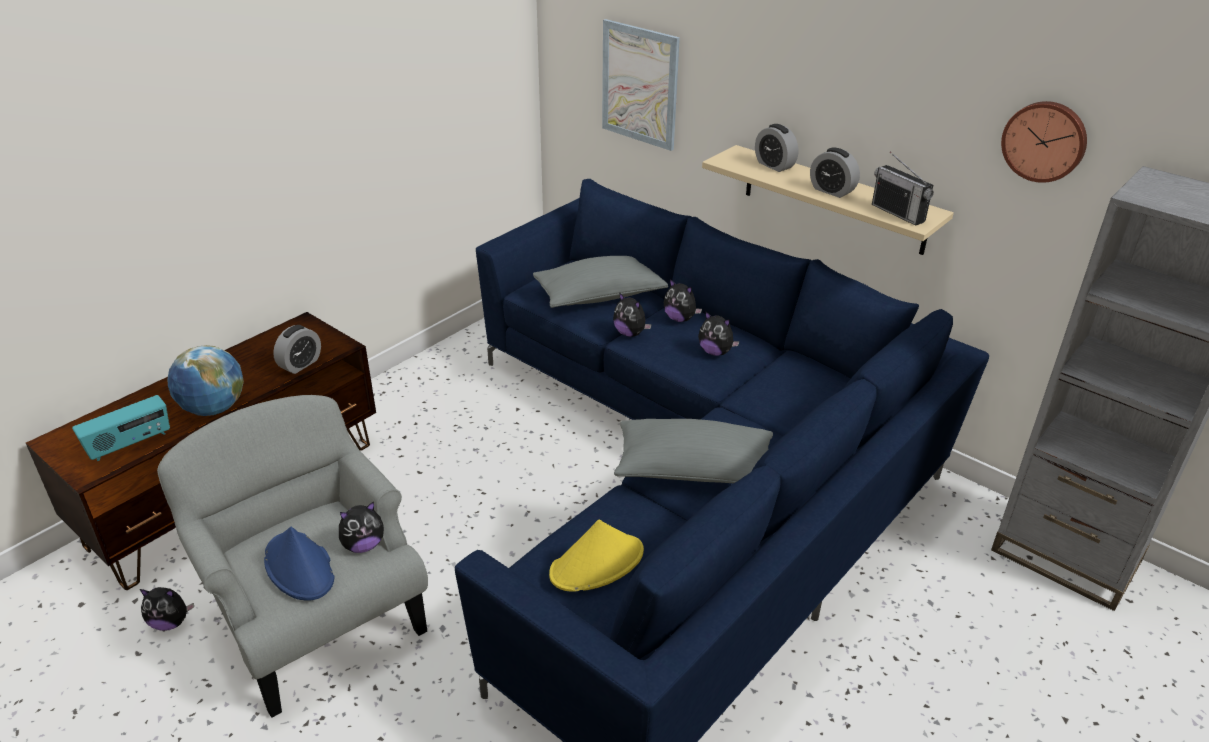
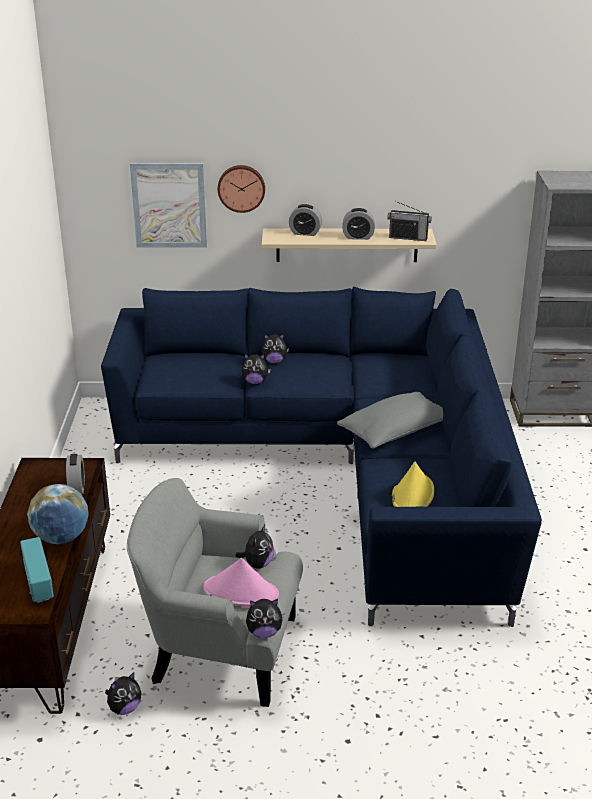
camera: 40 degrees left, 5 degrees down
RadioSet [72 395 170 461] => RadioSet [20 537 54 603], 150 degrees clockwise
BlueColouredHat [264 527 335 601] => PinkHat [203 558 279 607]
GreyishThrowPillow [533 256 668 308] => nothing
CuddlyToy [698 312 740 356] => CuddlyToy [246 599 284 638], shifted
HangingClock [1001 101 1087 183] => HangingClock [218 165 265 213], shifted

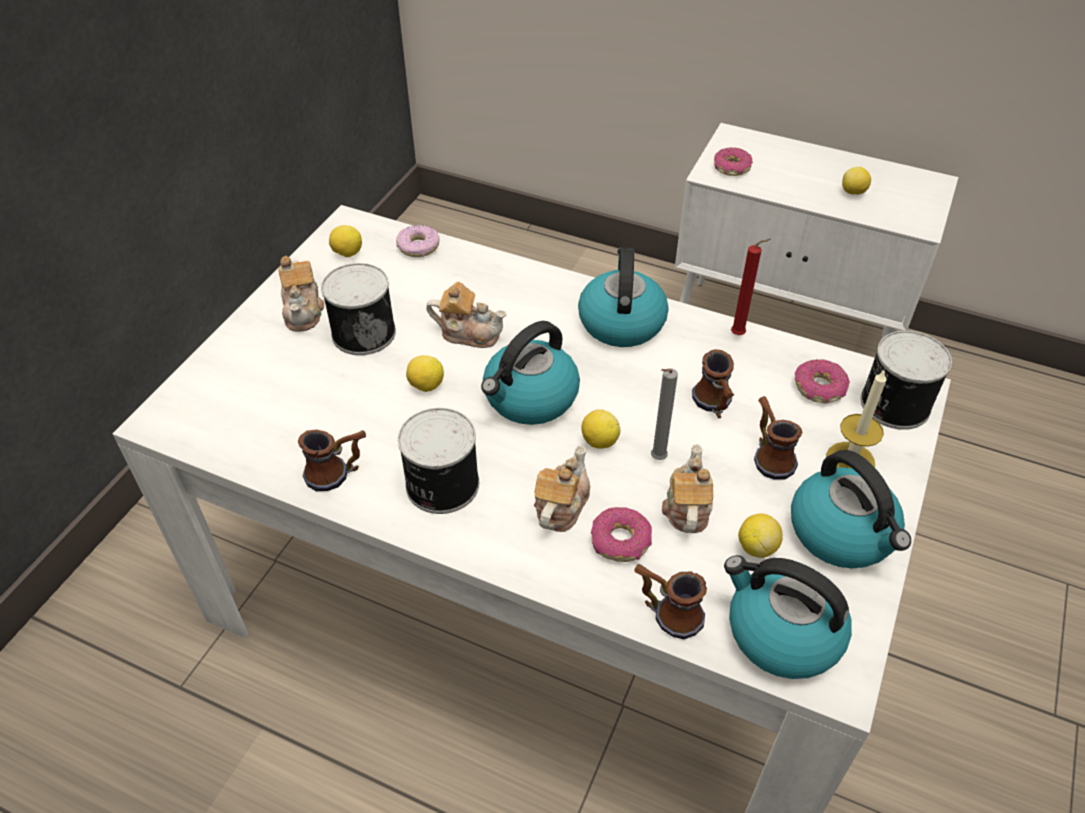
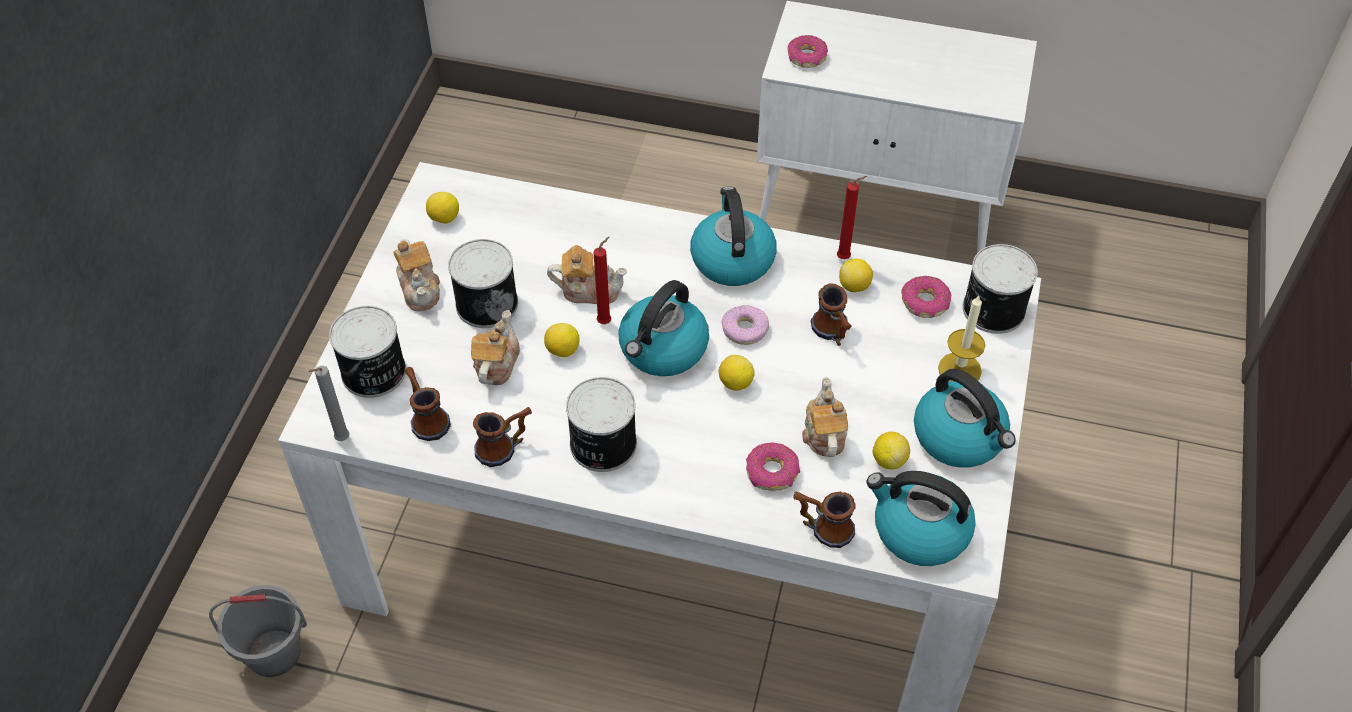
camera: 10 degrees left, 5 degrees up
Donut [396 225 439 257] => Donut [721 305 769 345], shifted
TeaPot [534 446 590 532] => TeaPot [471 310 520 385], shifted
GreyishCandle [651 368 678 460] => GreyishCandle [308 366 350 441], shifted
TeaMug [754 396 803 480] => TeaMug [404 367 451 441], shifted
CitrusFruit [842 167 871 195] => CitrusFruit [839 259 873 292], shifted
nothing => GreyishBucket [209 585 307 677]
nothing => Can [329 306 406 398]
nothing => RedCandle [594 237 611 324]

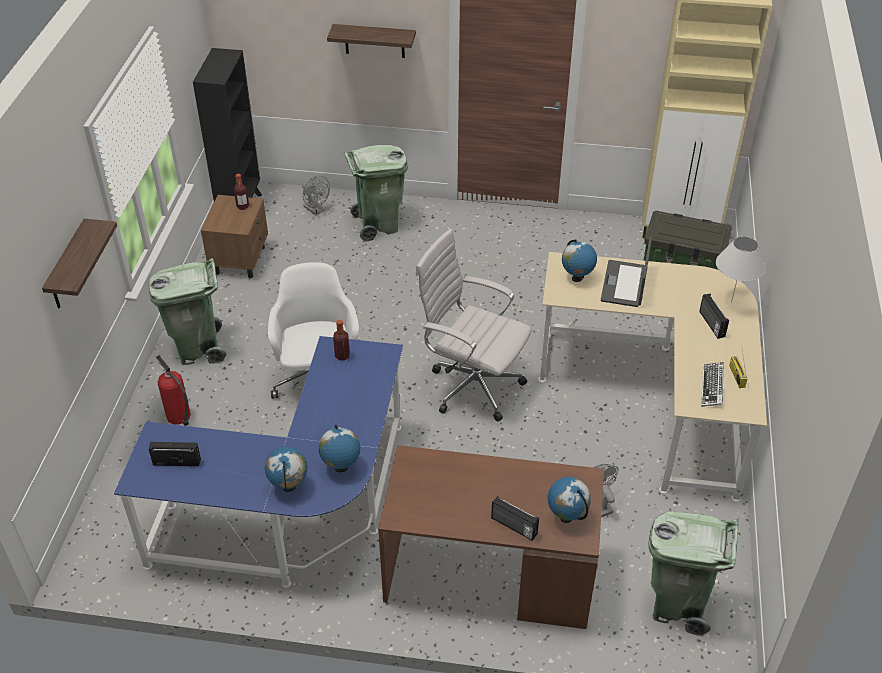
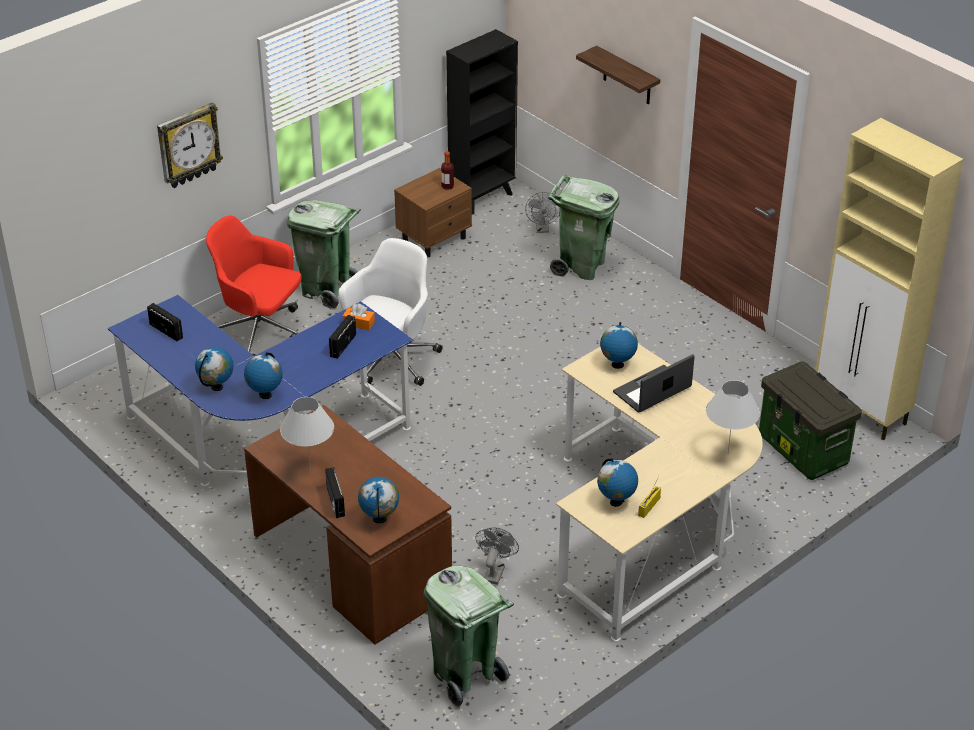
camera: 40 degrees right, 5 degrees down
BracketShelf [42 219 117 309] => HangingClock [157 102 223 188]
Extinguisher [156 355 191 426] => RedDeskChair [206 216 302 356]
DrinkBottle [333 320 350 361] => OrangeTissueHolder [343 304 375 330]
WhiteColouredDeskChair [415 229 532 421] => nothing
RadioSet [699 294 729 339] => RadioSet [329 315 356 359], shifted
Keyboard [701 362 724 407] => Globe [597 458 638 507]
nothing => WhiteColouredTabletopLamp [280 397 334 470]

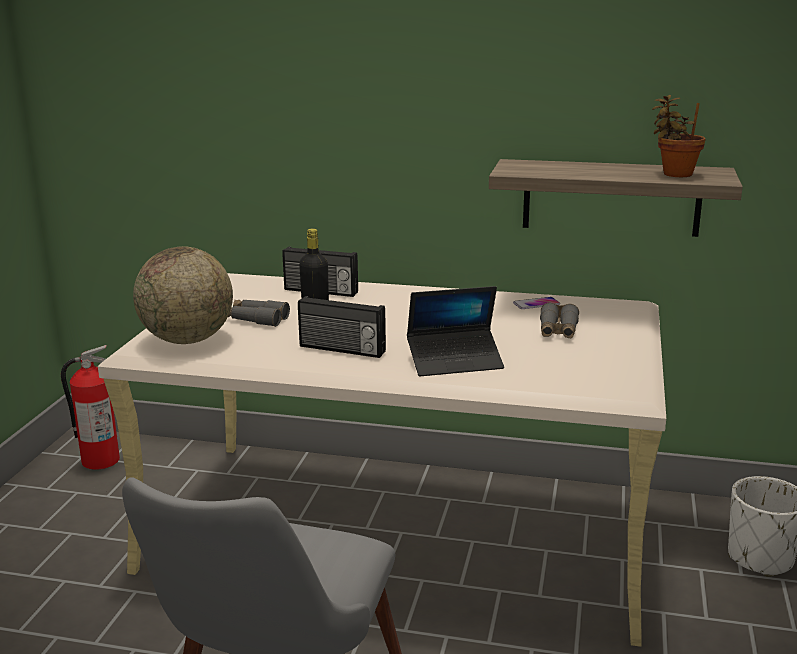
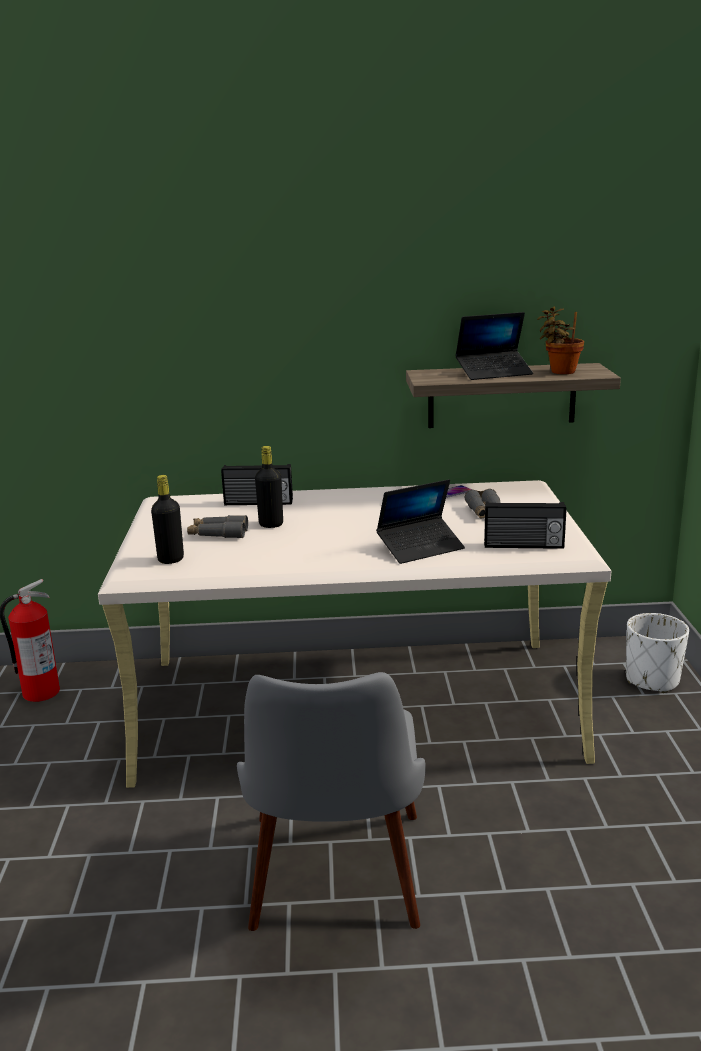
camera: 15 degrees left, 0 degrees up
Globe [133 246 233 344] => BlackColouredDrinkBottle [151 475 184 564]
RadioSet [298 296 386 358] => RadioSet [484 502 566 549], shifted
nothing => NotebookComputer [455 312 533 380]

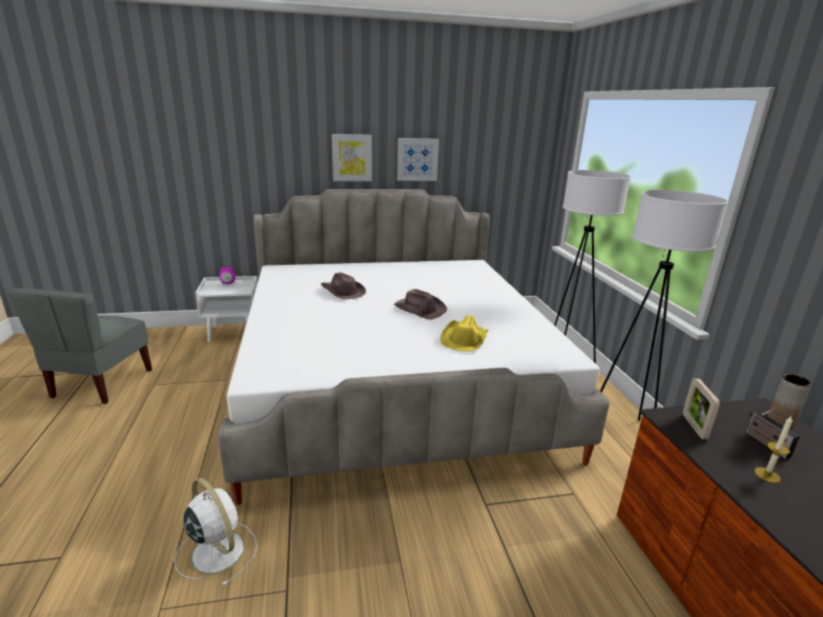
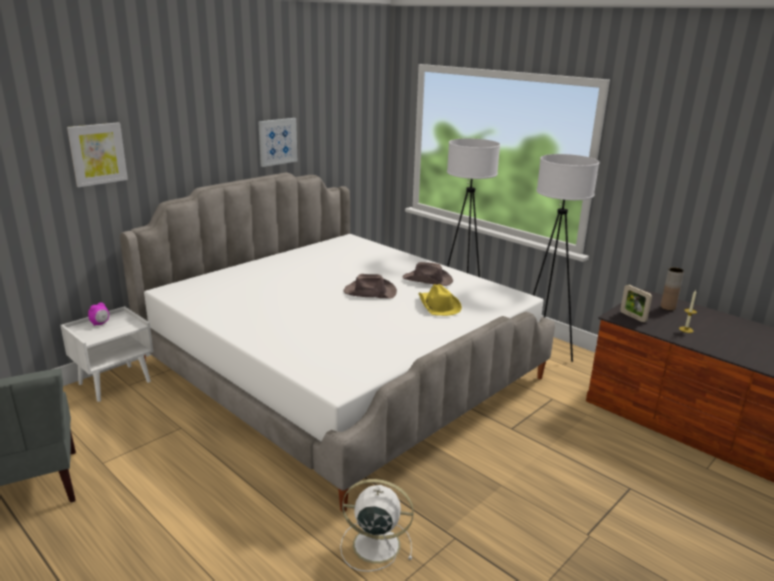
camera: 35 degrees left, 0 degrees up
BrownColouredHat [321 272 366 300] => BrownColouredHat [403 262 453 286], shifted
Picture [332 134 372 181] => Picture [67 122 128 187], shifted
RadioSet [746 408 800 459] => nothing

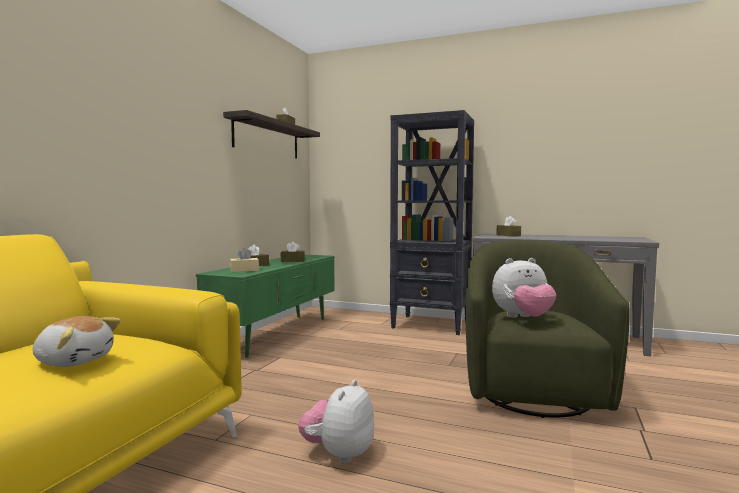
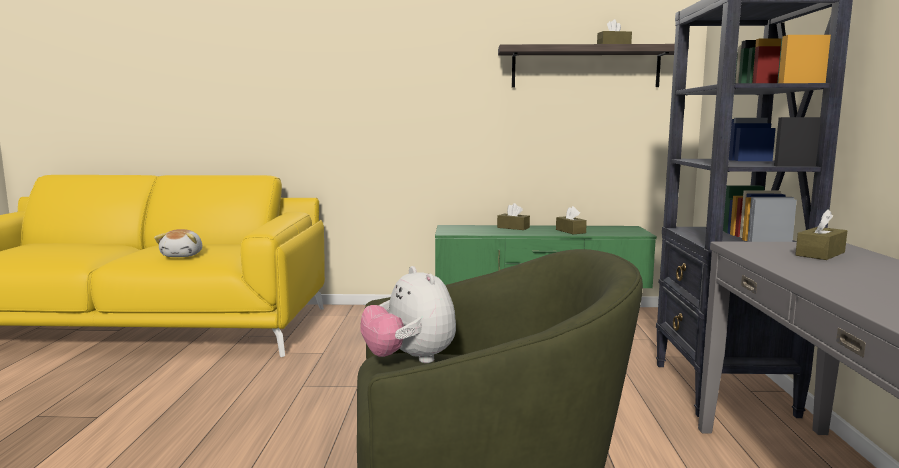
camera: 70 degrees right, 5 degrees up
BeigeTissueHolder [230 248 259 272] => nothing
CuddlyToy [298 380 374 464] => nothing

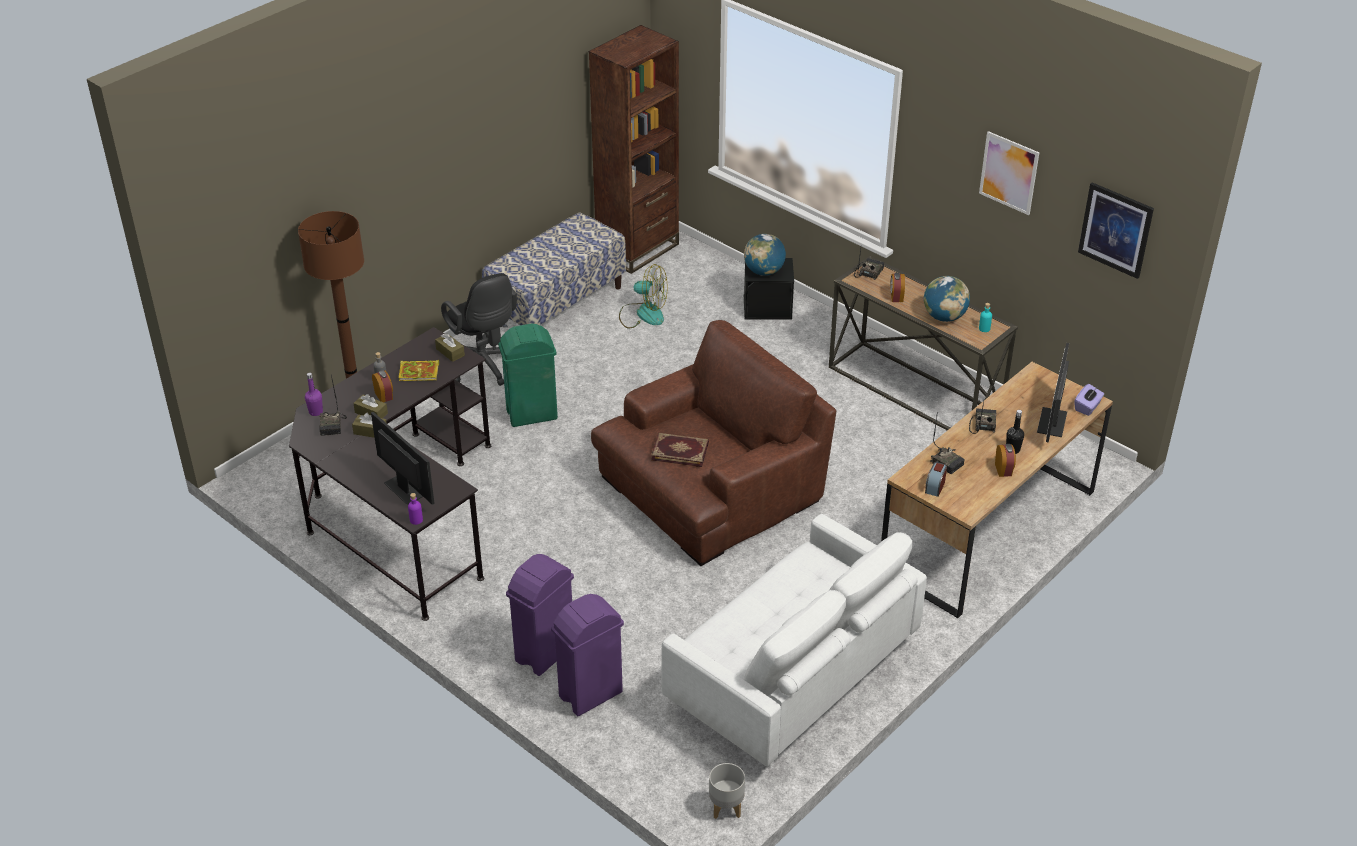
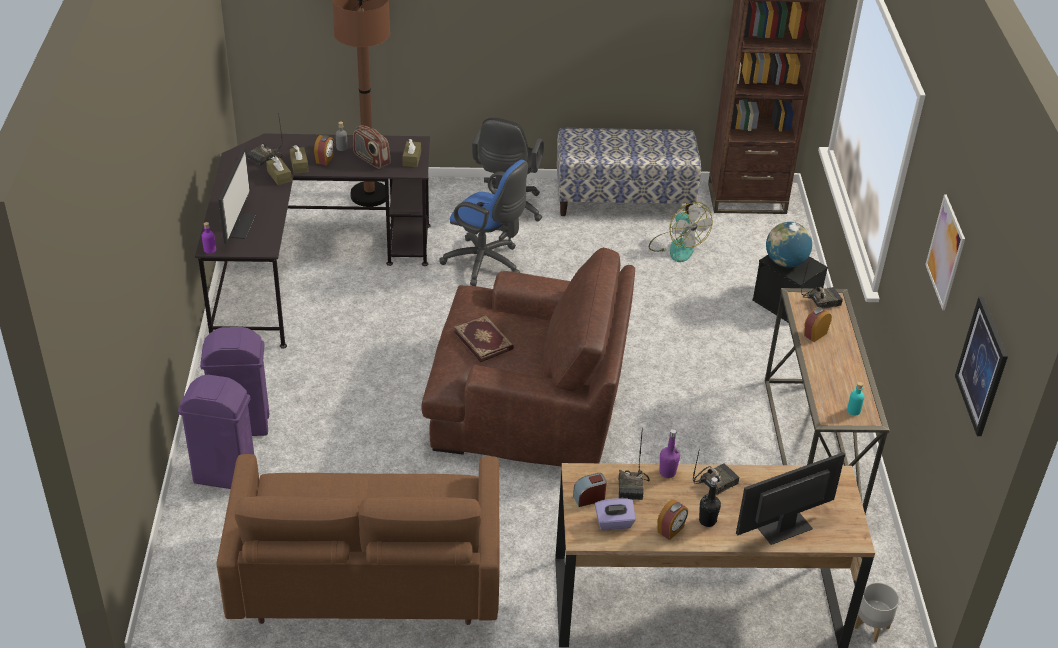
camera: 45 degrees right, 0 degrees up
PurpleDrinkBottle [305 373 323 416] => PurpleDrinkBottle [660 429 680 478], shifted
BoundBook [399 360 439 381] => RadioSet [353 125 390 169]
GreenishTrashCan [498 324 558 427] => BlueColouredDeskChair [439 160 528 286]
WhiteColouredSofa [662 514 927 766] => BrownColouredSofa [216 454 500 625]
GreyishPlantPot [709 763 745 819] => GreyishPlantPot [854 583 899 642], shifted
Globe [924 276 970 322] => nothing
PurpleTissueHolder [1075 384 1104 416] => PurpleTissueHolder [595 498 636 530], shifted

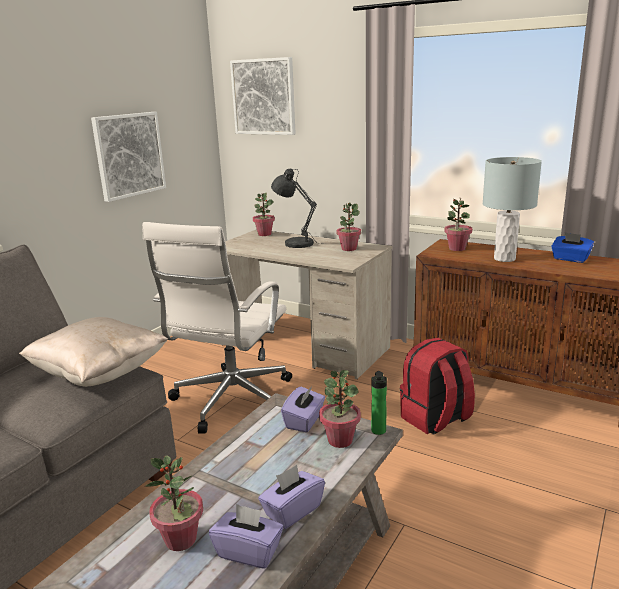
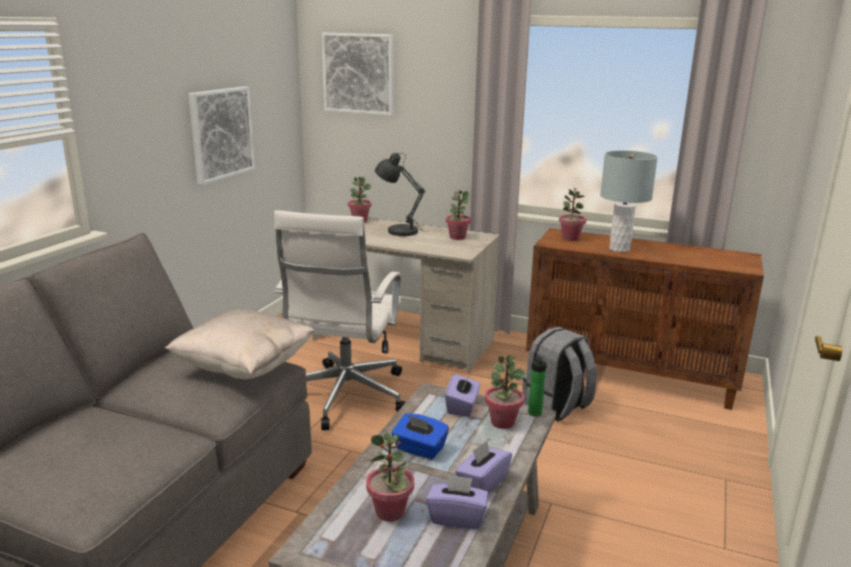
camera: 10 degrees left, 0 degrees up
RedBackpack [400 338 475 435] => GreyishBackpack [523 327 597 422]
BlueColouredTissueHolder [551 232 594 263] => BlueColouredTissueHolder [392 413 449 460], shifted

